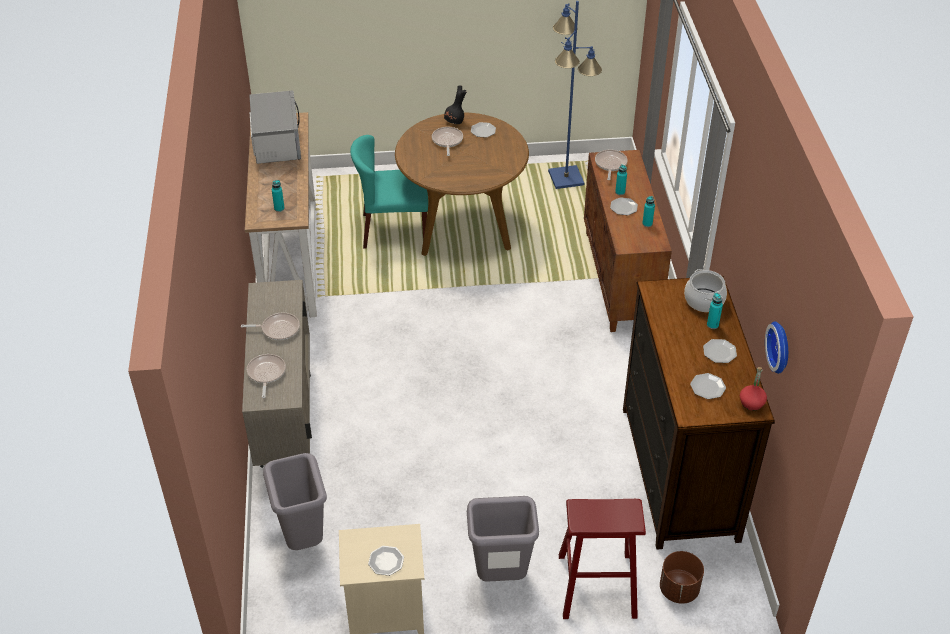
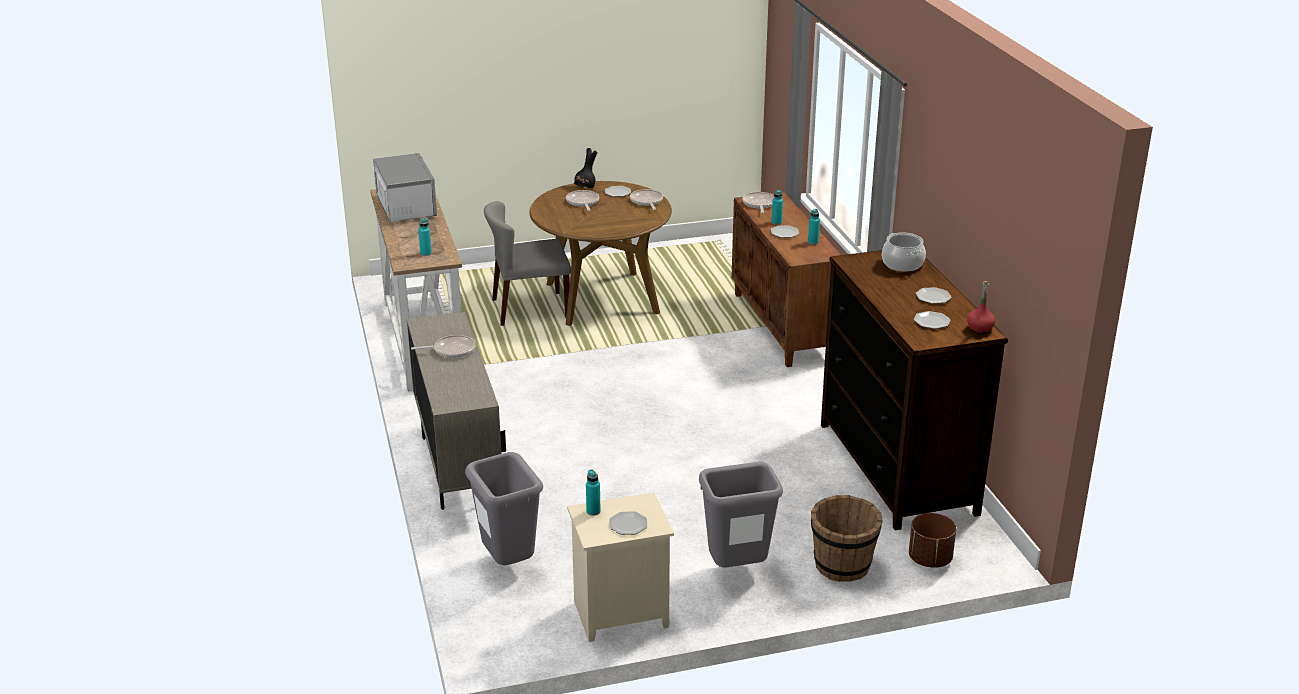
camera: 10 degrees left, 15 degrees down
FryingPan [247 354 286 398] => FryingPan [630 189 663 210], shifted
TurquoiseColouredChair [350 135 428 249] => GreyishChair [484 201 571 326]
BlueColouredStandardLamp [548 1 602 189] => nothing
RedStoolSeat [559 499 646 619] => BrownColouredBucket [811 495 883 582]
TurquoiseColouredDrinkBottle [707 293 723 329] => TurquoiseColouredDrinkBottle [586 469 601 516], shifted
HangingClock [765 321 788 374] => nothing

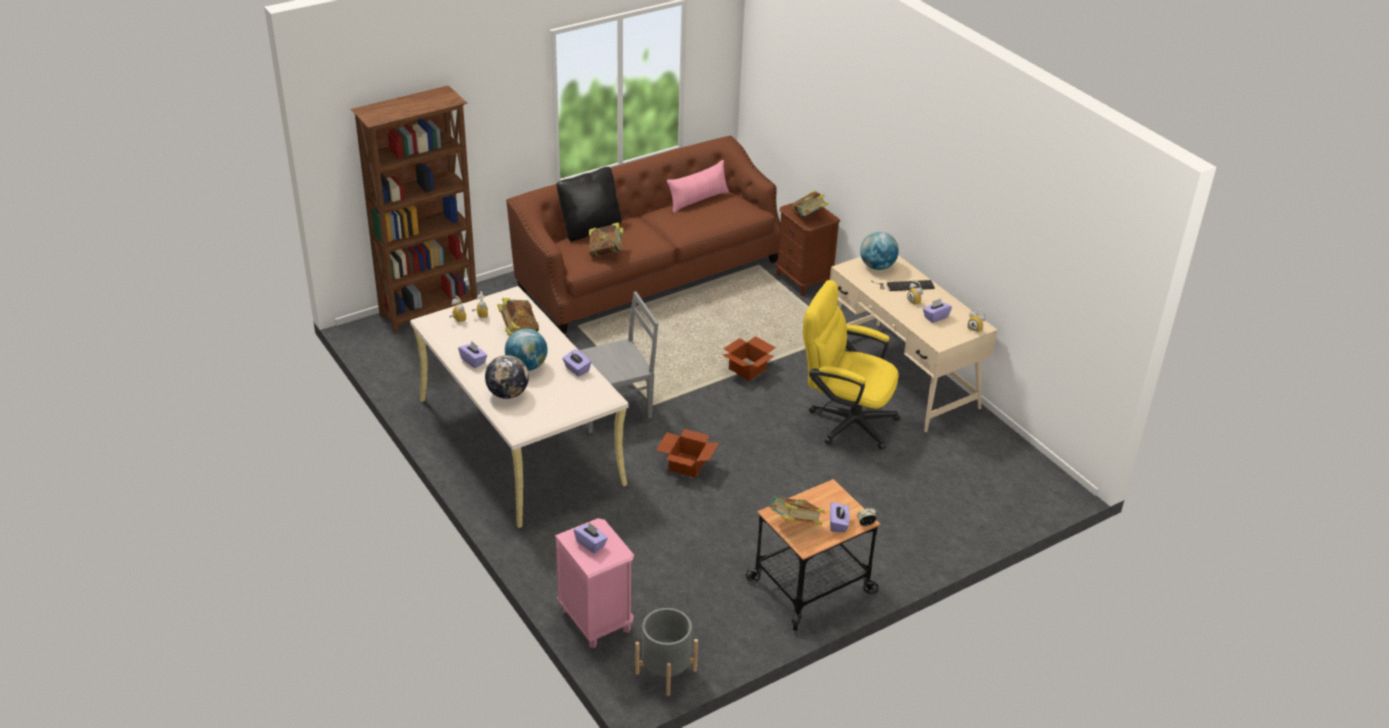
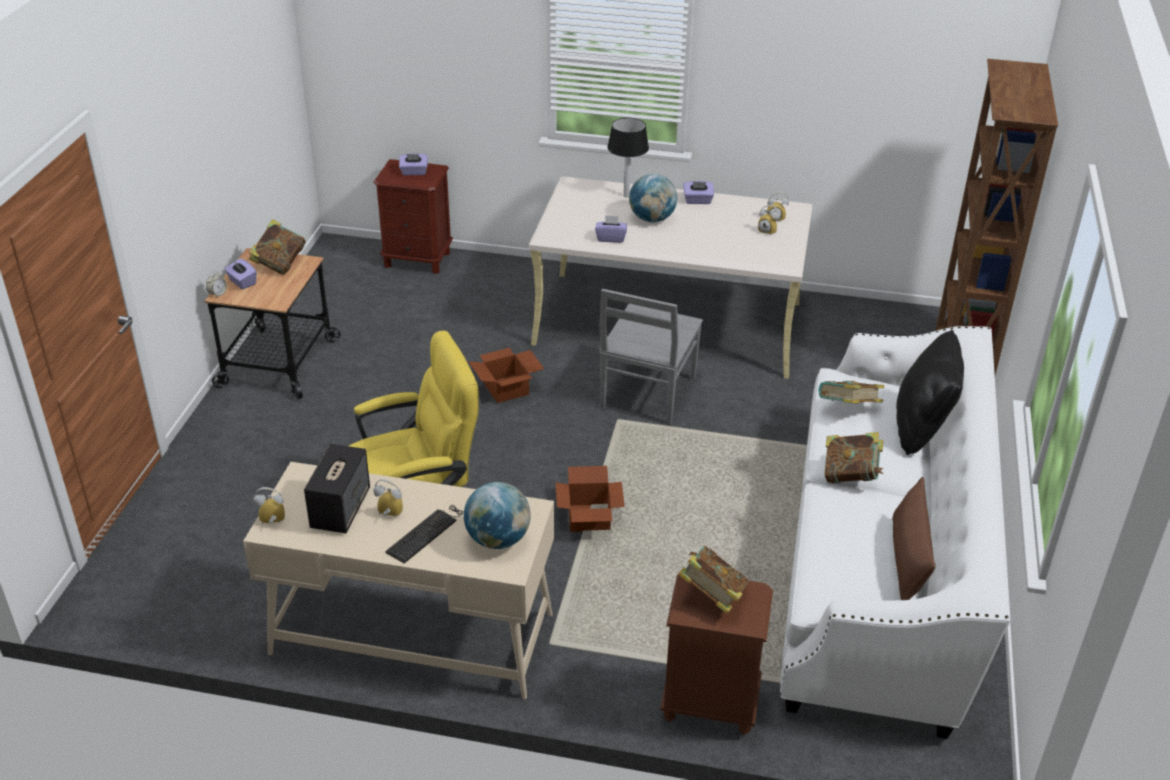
camera: 135 degrees right, 0 degrees up
Globe [485 355 529 399] => TabletopLamp [607 117 649 198]
BoundBook [497 298 539 335] => BoundBook [824 432 884 483], shifted
BrownColouredSofa [506 136 780 333] => WhiteColouredSofa [780 326 1010 739]
PinkBedsideTable [555 518 634 648] => BrownColouredBedsideTable [373 159 453 274]
GreyishPlantPot [635 608 698 696] => nothing
PinkThrowPillow [667 160 729 213] => BrownColouredThrowPillow [892 477 936 600]
PurpleTissueHolder [923 299 952 323] => Speaker [304 444 370 533]

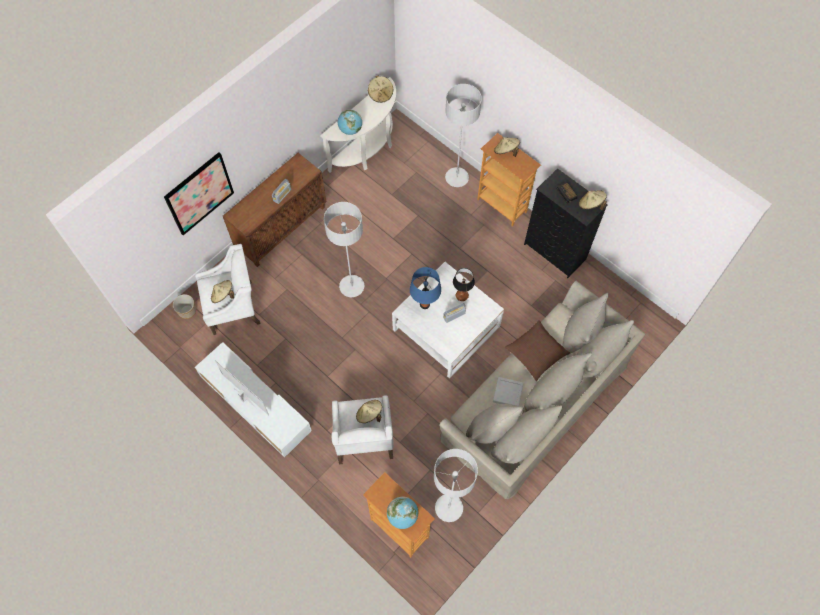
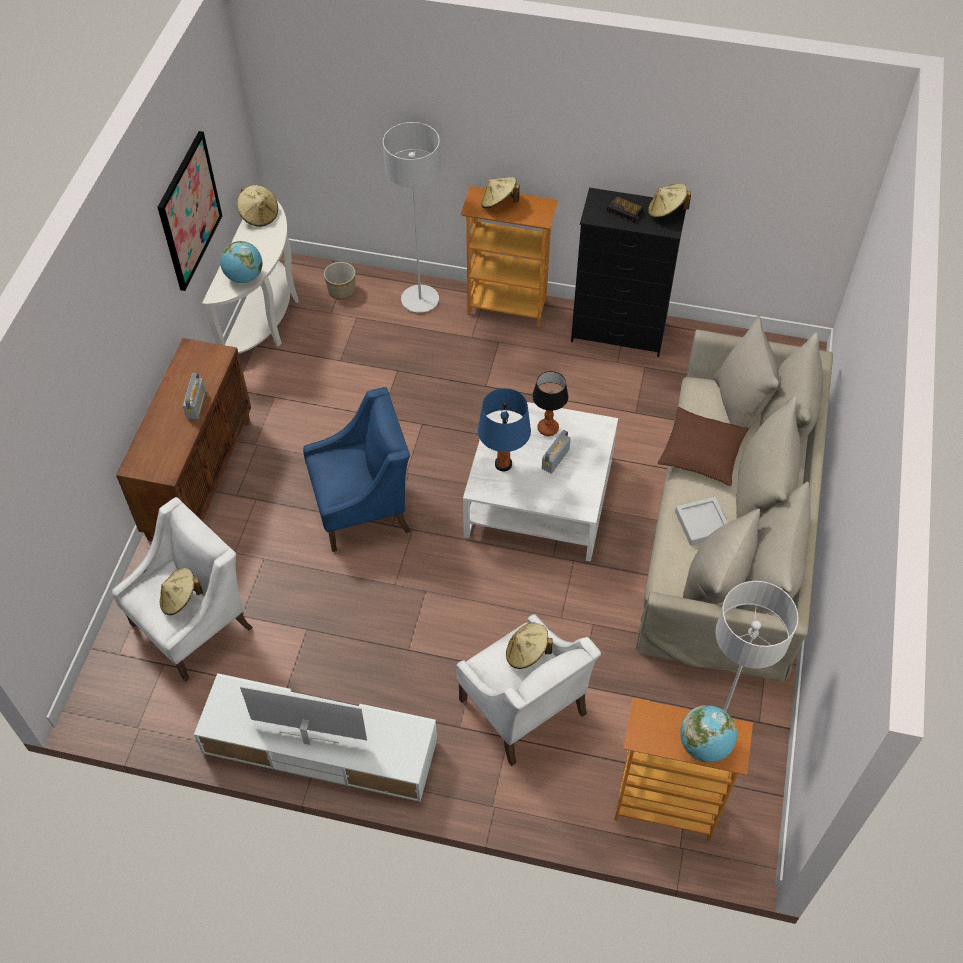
camera: 30 degrees left, 10 degrees down
Picture [164 152 234 235] => Picture [158 131 222 291], shifted
PlantPot [173 294 196 319] => PlantPot [324 262 355 300], shifted
GreyishStandardLamp [324 202 364 297] => BlueColouredLoungeChair [303 387 411 552]

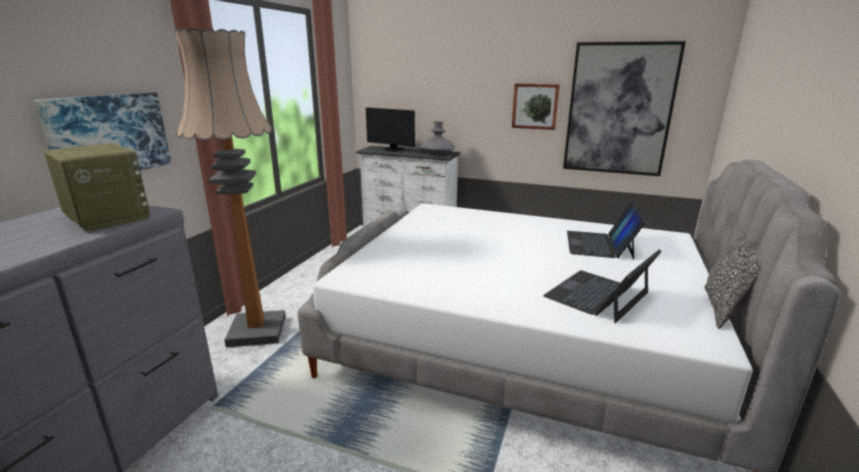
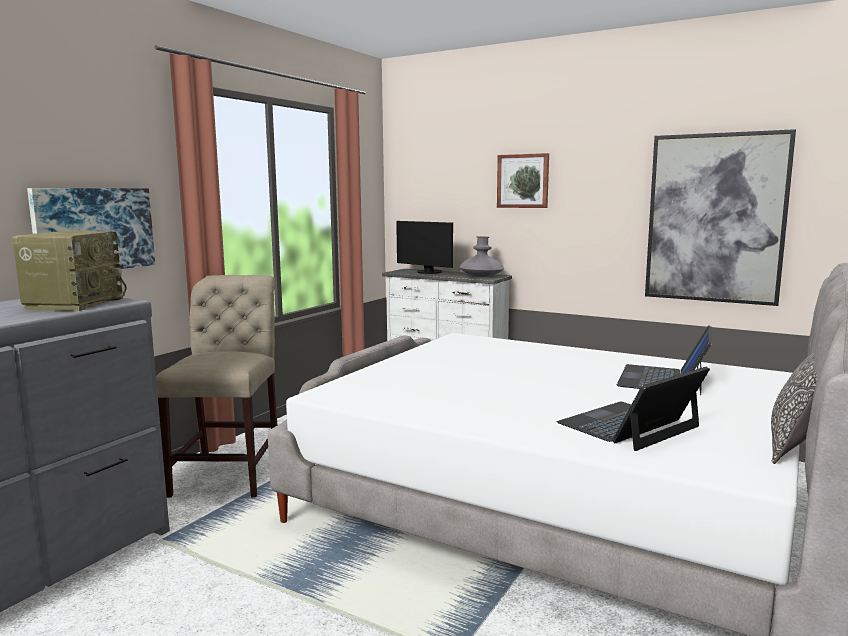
camera: 10 degrees right, 10 degrees down
RadioSet [44 143 150 232] => RadioSet [12 231 126 311], 45 degrees clockwise
StandardLamp [174 28 286 347] => BeigeChair [156 275 277 498]
Picture [512 83 560 130] => Picture [497 153 549 208], shifted

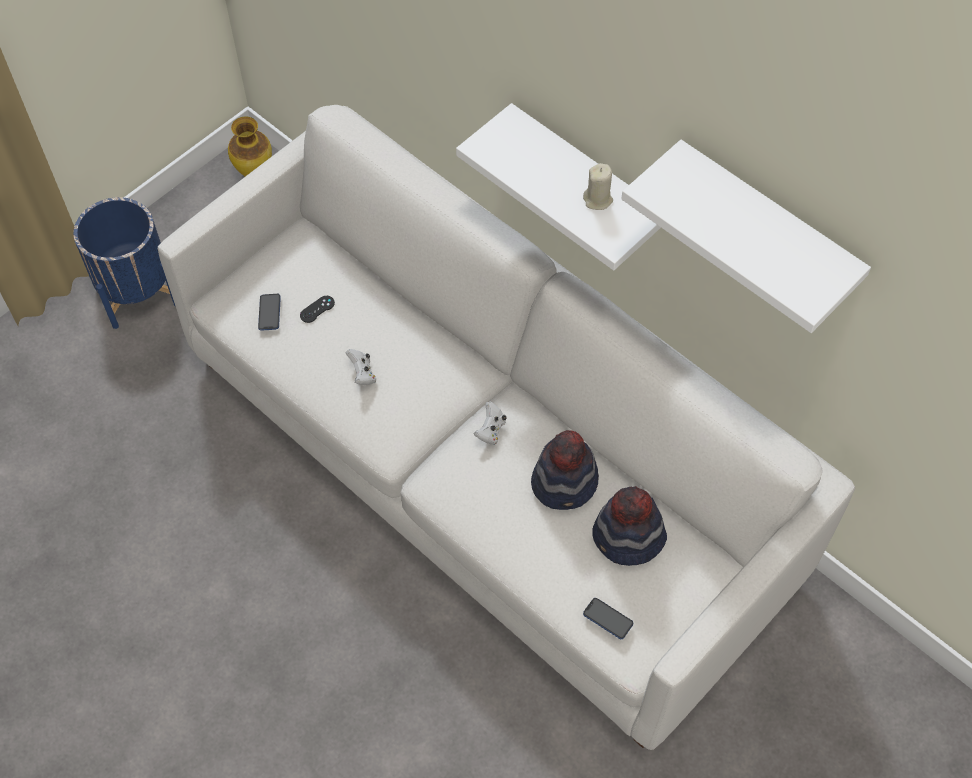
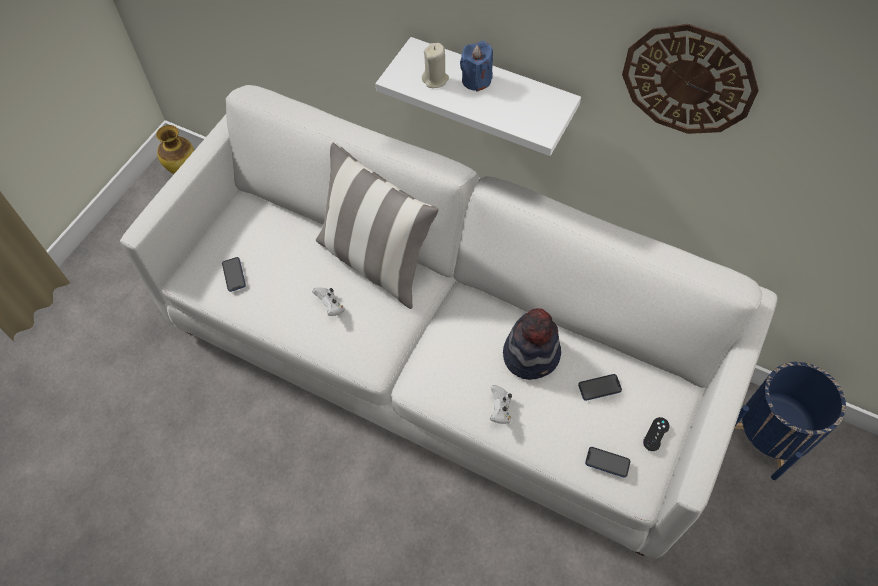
camera: 15 degrees left, 0 degrees up
BlueColouredPlantPot [73 197 176 329] => BlueColouredPlantPot [734 362 846 480], shifted
BlackColouredJoypad [300 296 335 323] => BlackColouredJoypad [643 417 670 451], shifted
WhiteColouredJoypad [474 402 507 445] => WhiteColouredJoypad [490 385 512 424], shifted
BeigeCandle [583 163 613 210] => BeigeCandle [422 43 449 88], shifted
Hat [592 486 667 566] => Handset [578 374 622 401]
WhiteColouredBracketShelf [621 140 871 333] => HangingClock [622 24 759 134]
nothing => ThrowPillow [316 140 439 309]
nothing => BlueColouredCandle [460 41 493 92]

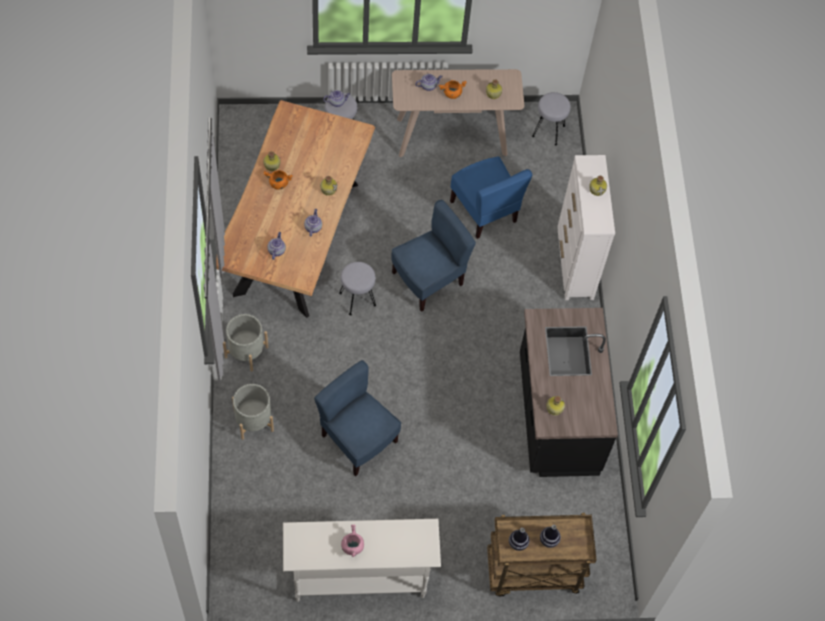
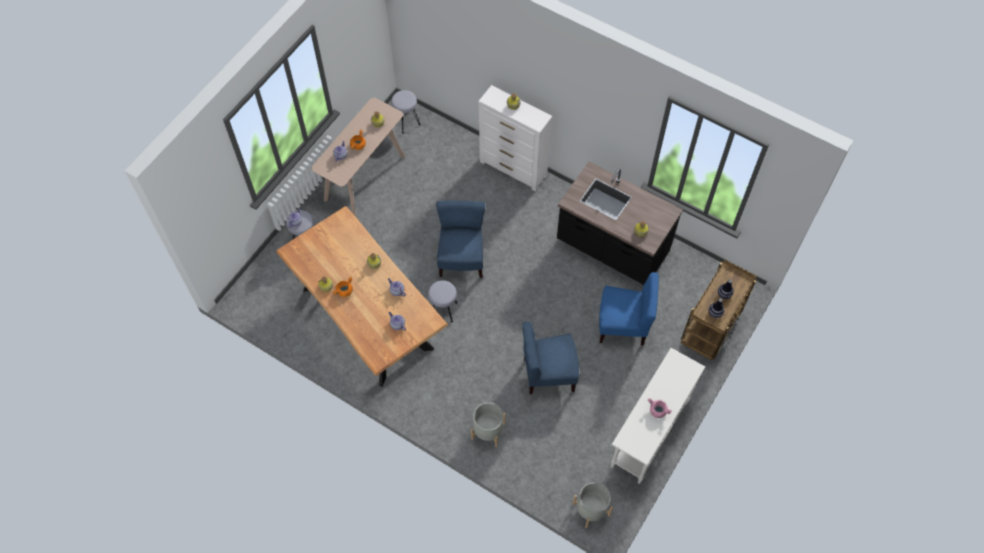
camera: 50 degrees left, 0 degrees up
GreyishPlantPot [223 314 268 372] => GreyishPlantPot [572 482 613 528], shifted
BlueColouredChair [450 156 532 239] => BlueColouredChair [599 272 659 346], shifted

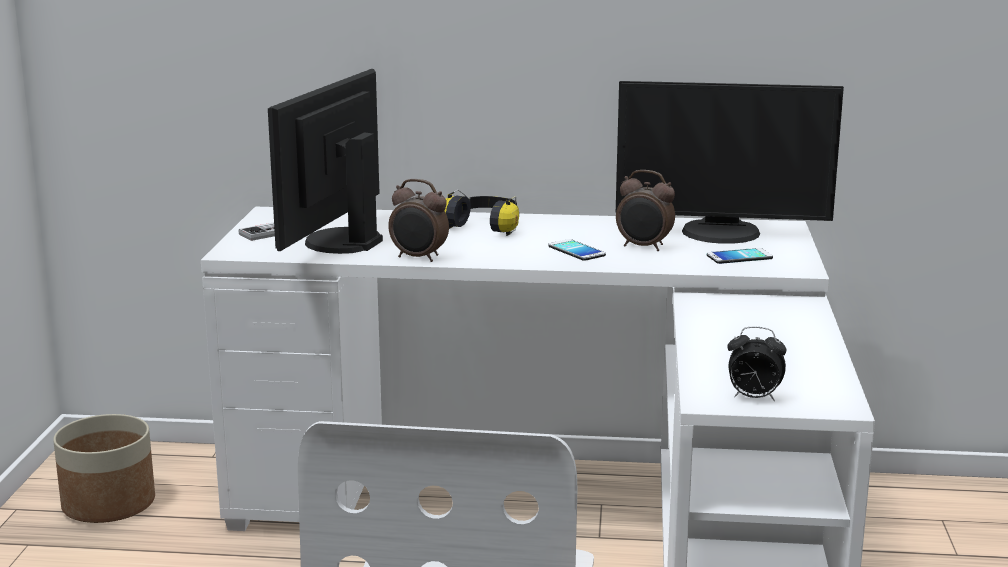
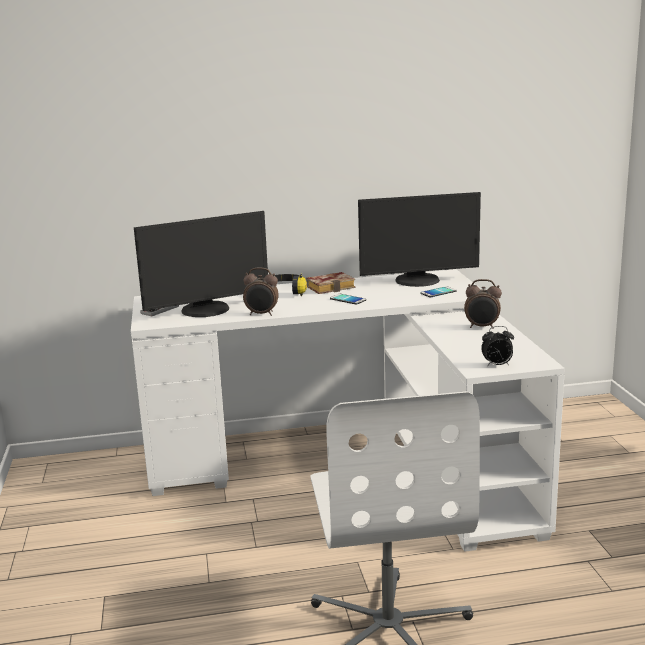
camera: 15 degrees left, 0 degrees up
PlantPot [53 414 155 523] => nothing
ComputerScreen [268 69 383 254] => ComputerScreen [134 211 268 317], 120 degrees counterclockwise
AlarmClock [616 170 675 251] => AlarmClock [464 279 502 329], shifted
nothing => BoundBook [306 272 355 294]

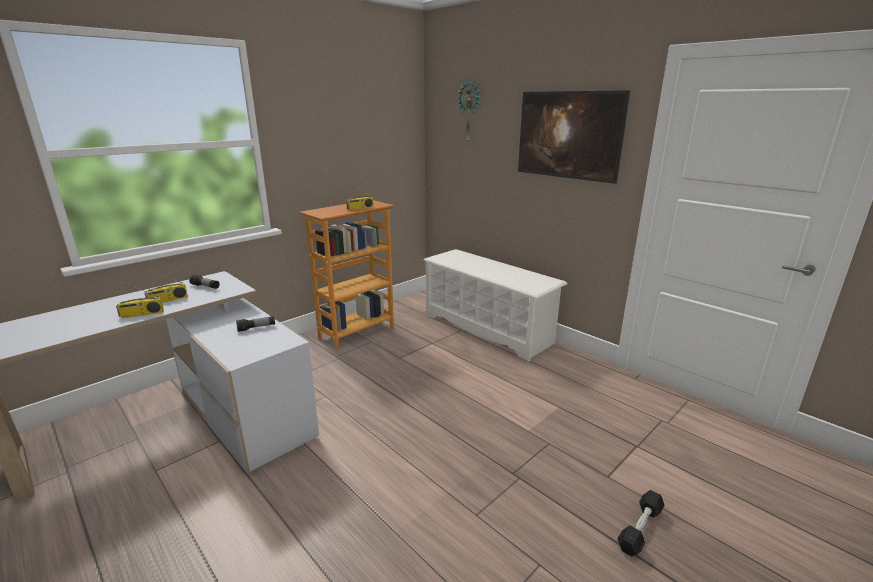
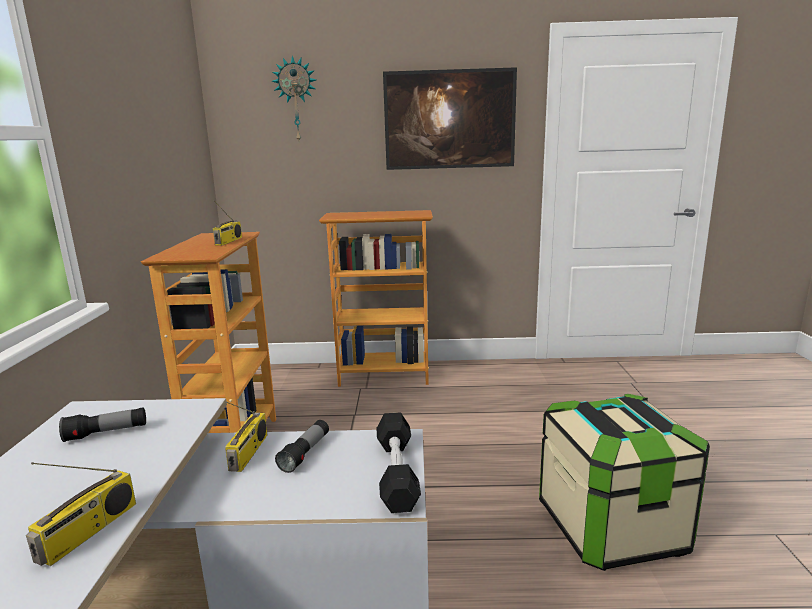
camera: 45 degrees left, 5 degrees down
RadioSet [144 269 188 303] => RadioSet [225 402 267 472], shifted
WhiteColouredShoeShelf [423 249 567 362] => Bookcase [319 210 433 387]
BlackColouredDumbbell [617 490 665 557] => BlackColouredDumbbell [376 412 421 513], shifted
nothing => StorageBox [539 394 710 571]

